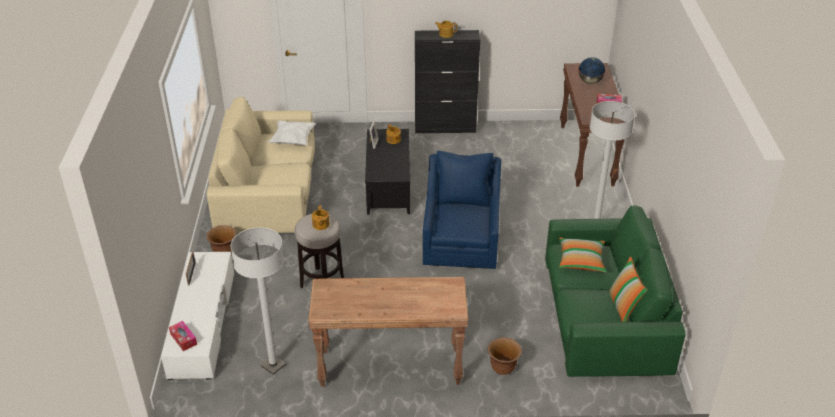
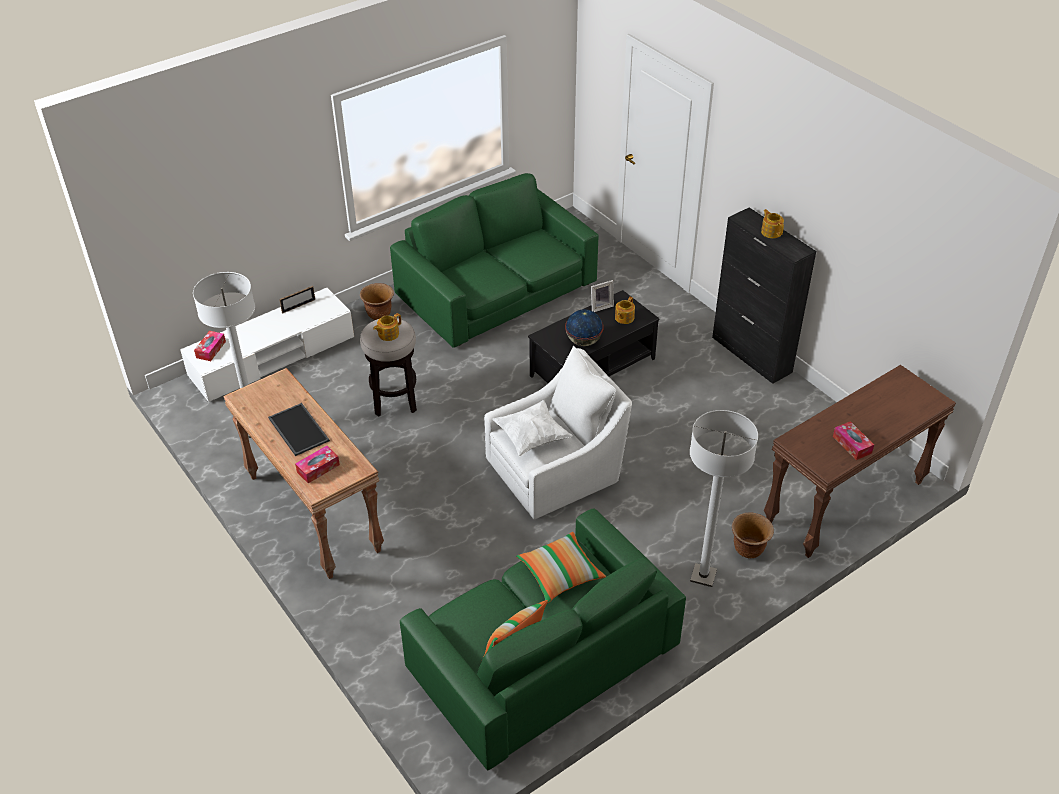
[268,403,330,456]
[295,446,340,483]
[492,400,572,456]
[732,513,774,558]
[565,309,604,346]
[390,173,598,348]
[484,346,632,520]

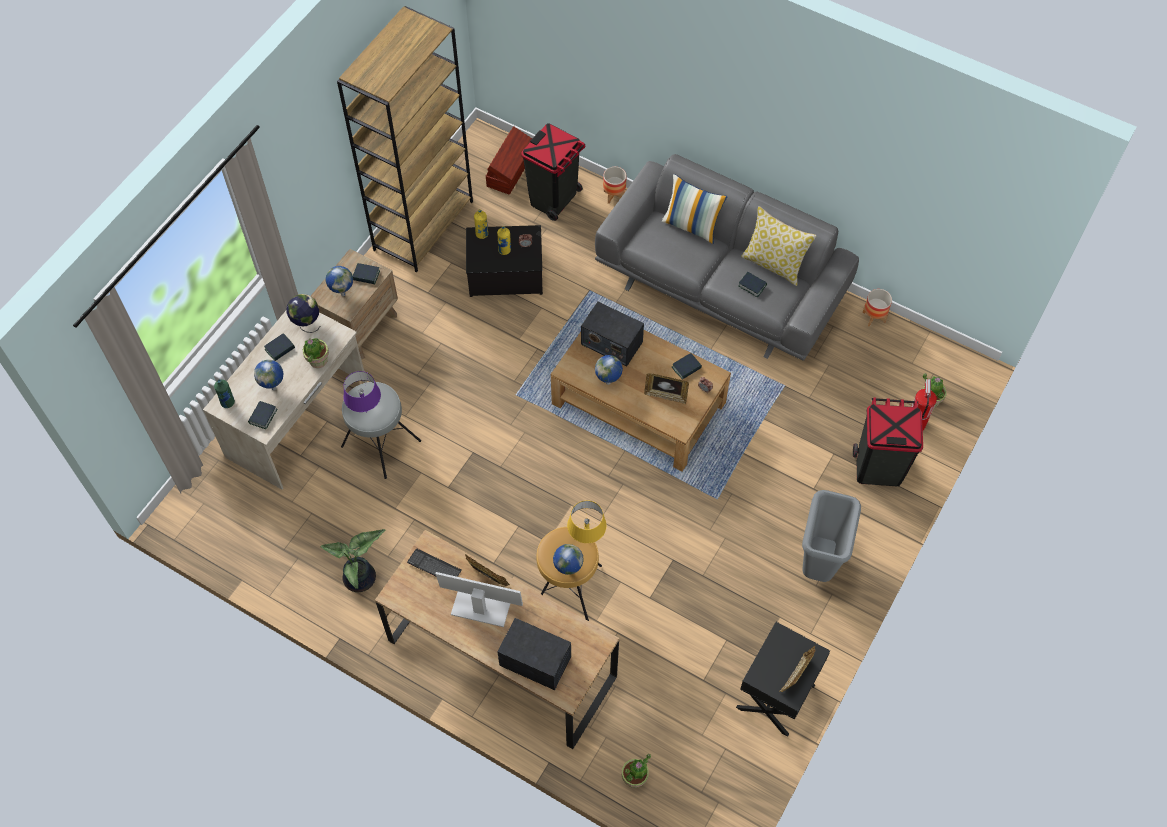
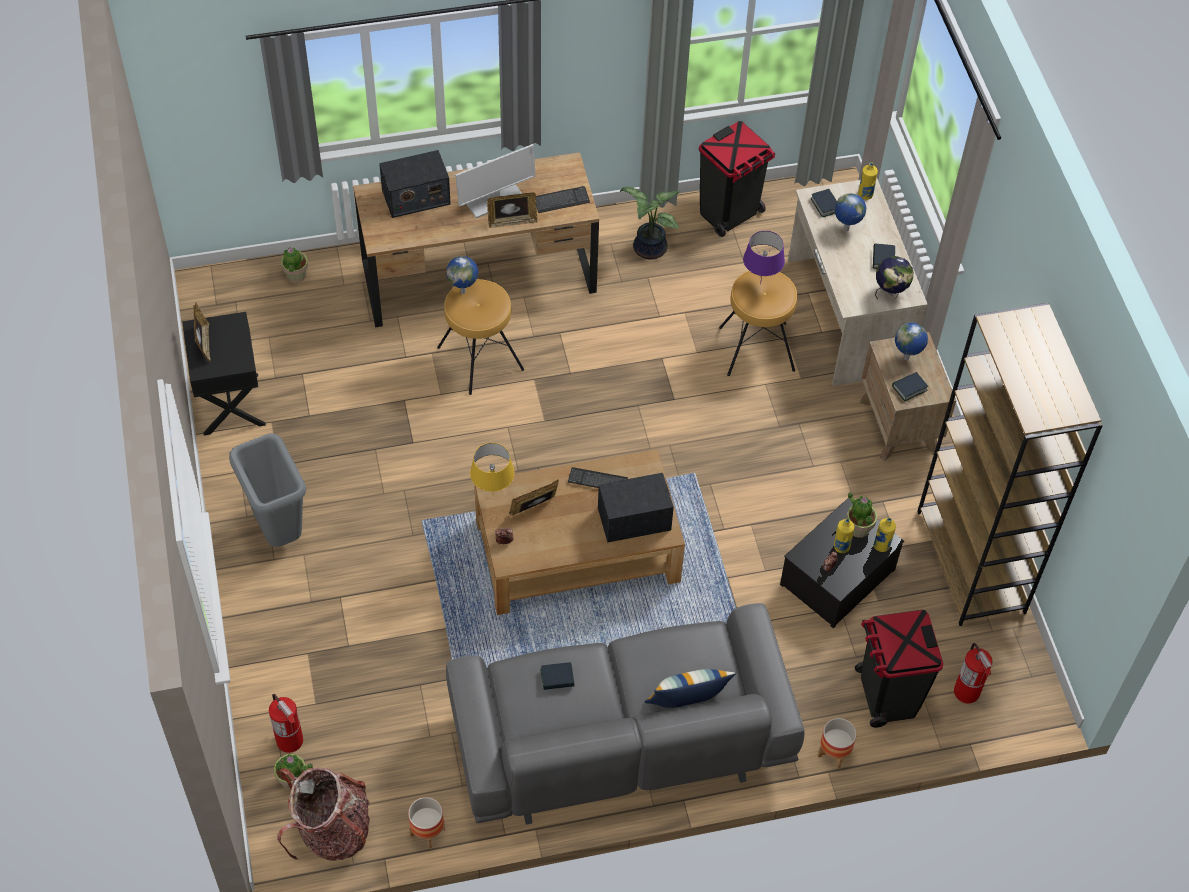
[672,353,702,380] (first image)
[741,206,817,286] (first image)
[277,767,370,861]
[846,492,877,538]
[470,443,515,492]
[699,121,775,237]
[954,643,993,703]
[568,467,628,488]
[858,162,878,200]
[719,271,797,376]

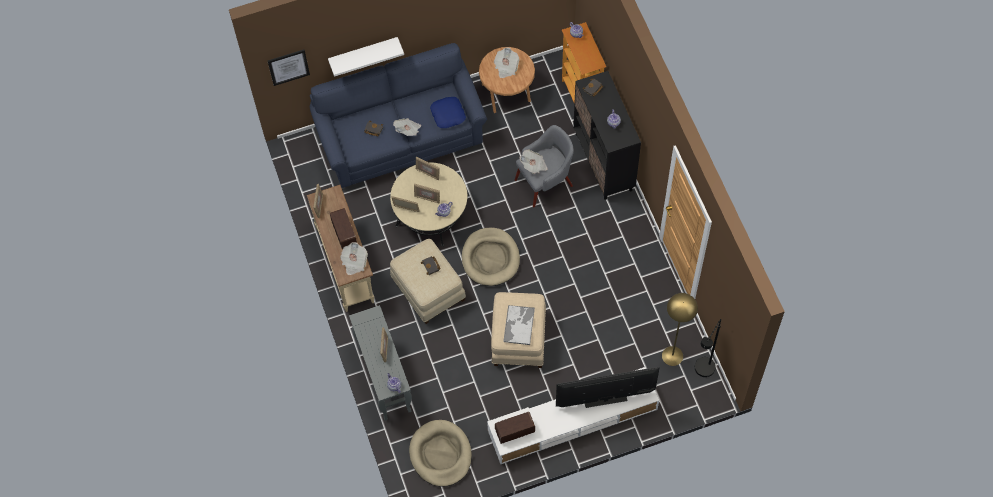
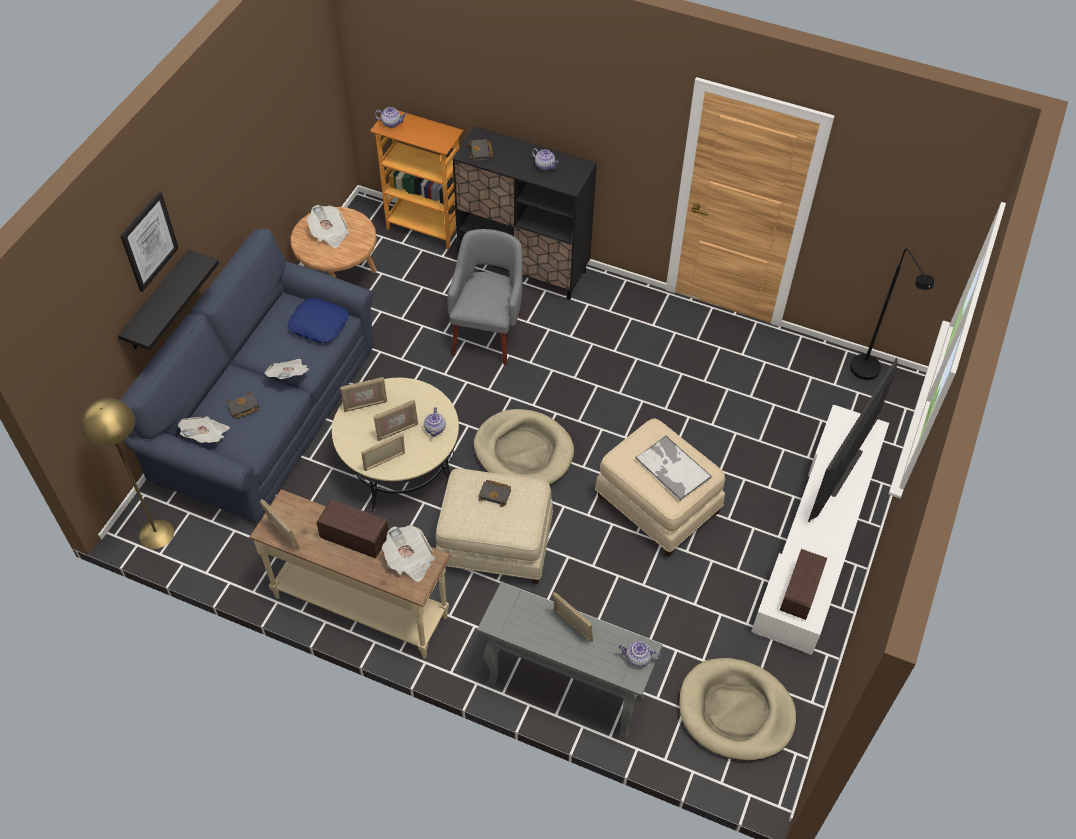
[120,192,179,292]
[178,416,230,443]
[80,398,174,549]
[118,250,219,350]

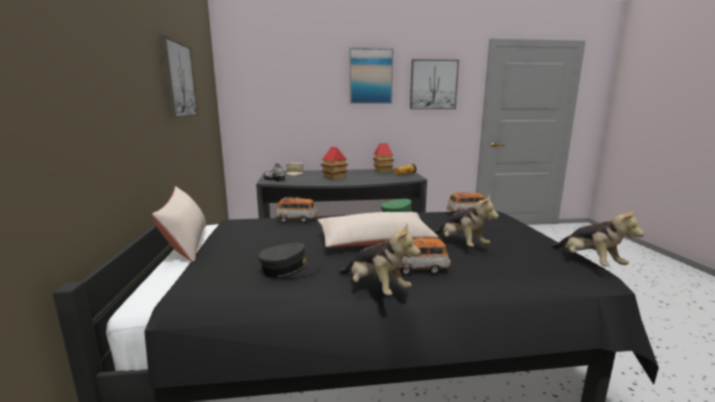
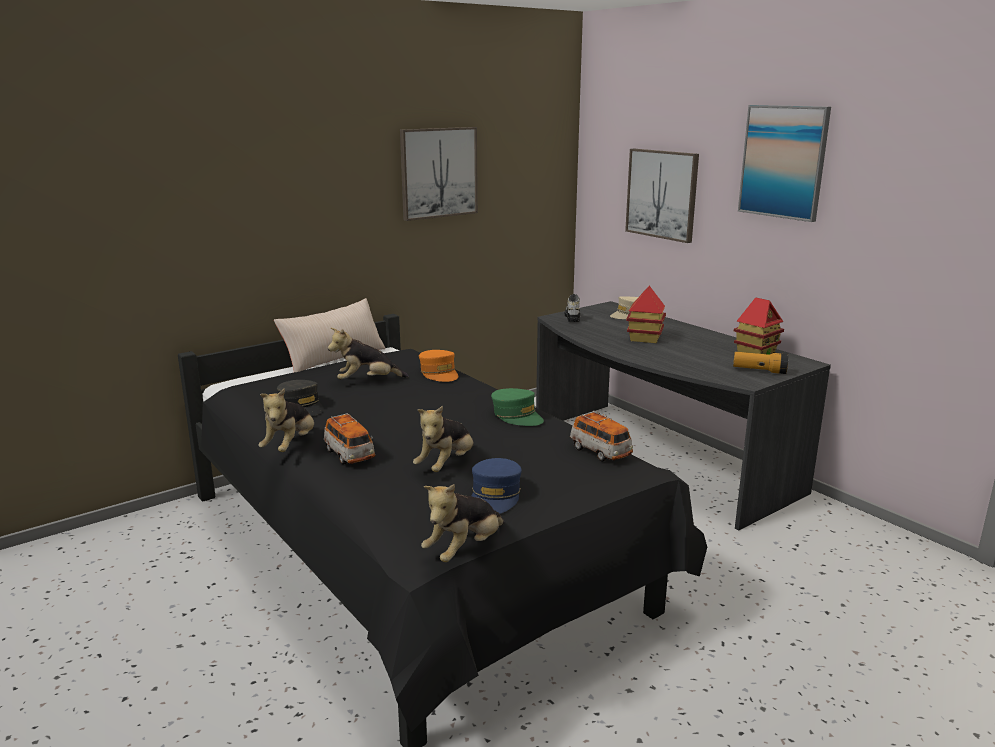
[318,212,439,248] (first image)
[328,328,409,379]
[472,458,522,514]
[625,149,699,243]
[419,350,458,382]

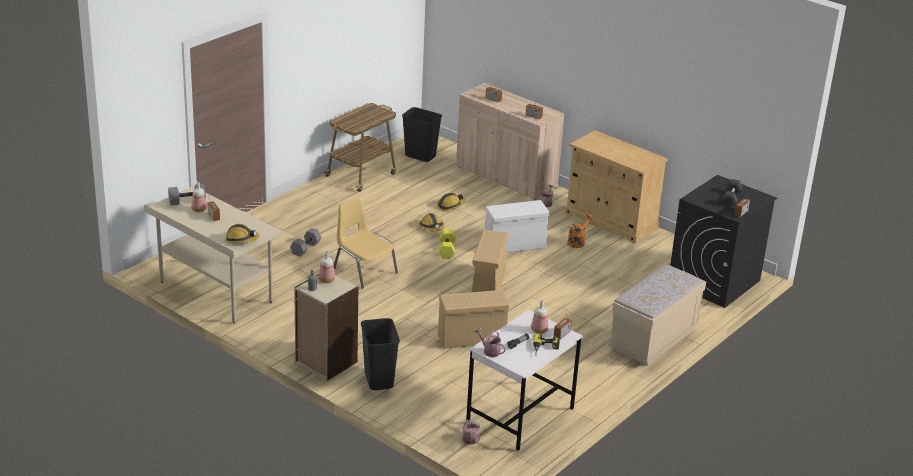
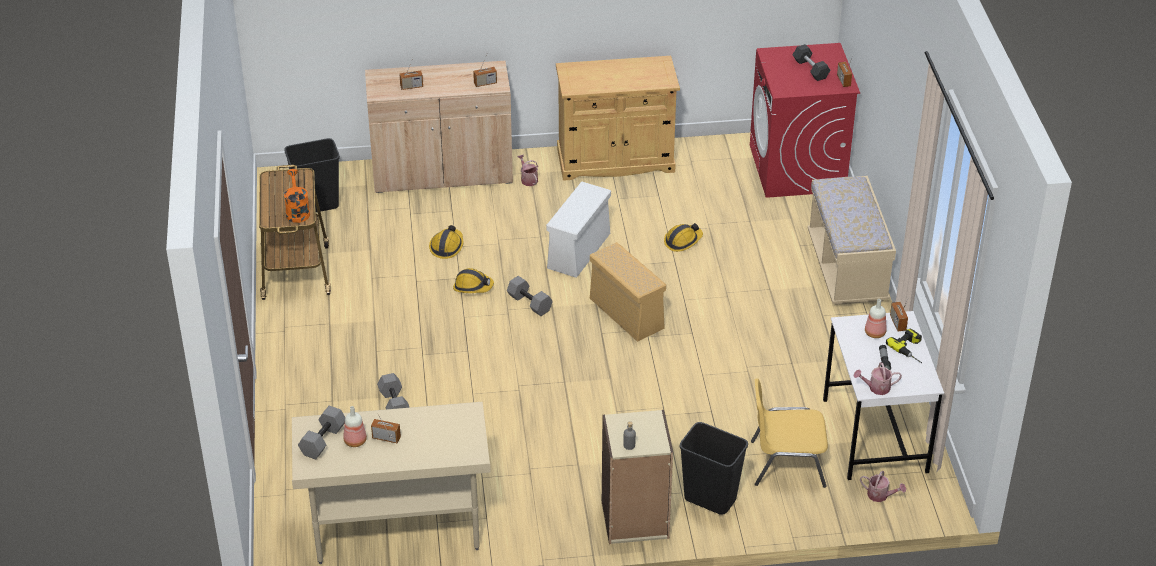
[318,251,335,283] (first image)
[438,290,510,349] (first image)
[664,223,703,252]
[751,378,828,488]
[284,169,310,223]
[507,276,553,316]
[750,43,860,198]

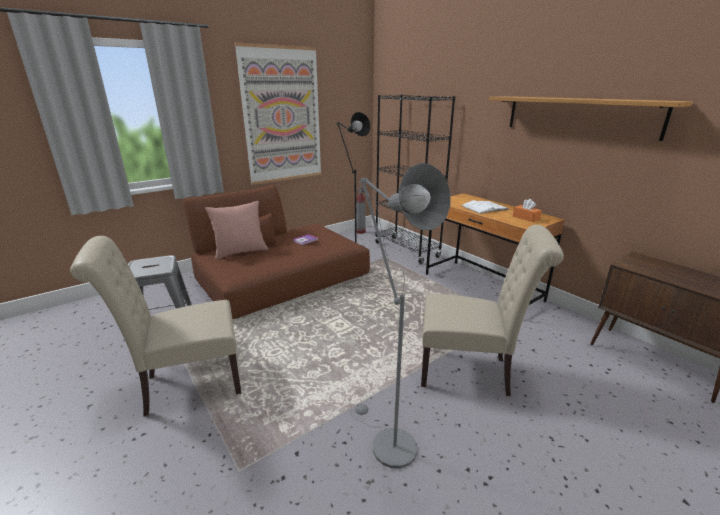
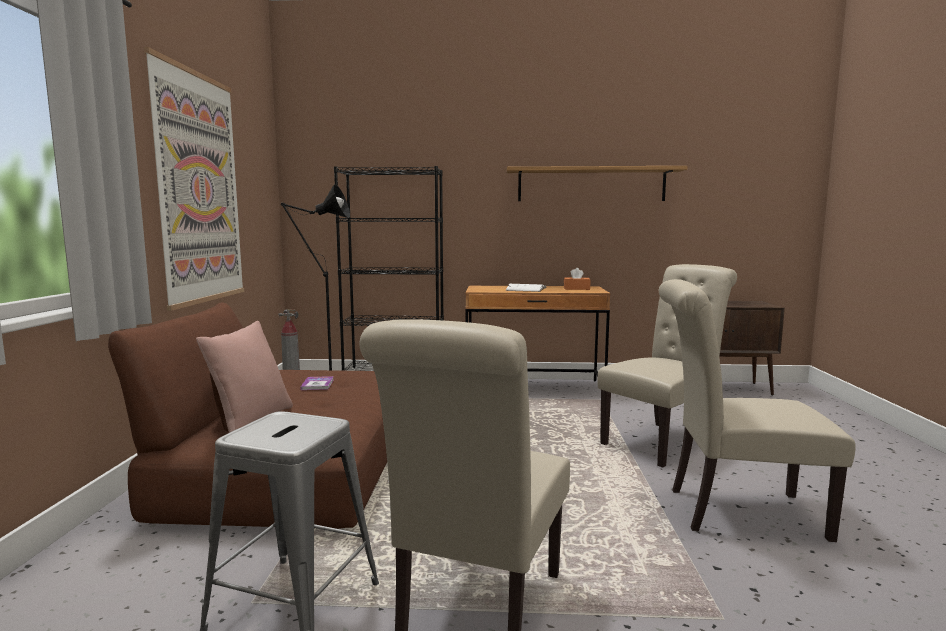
[659,279,856,542]

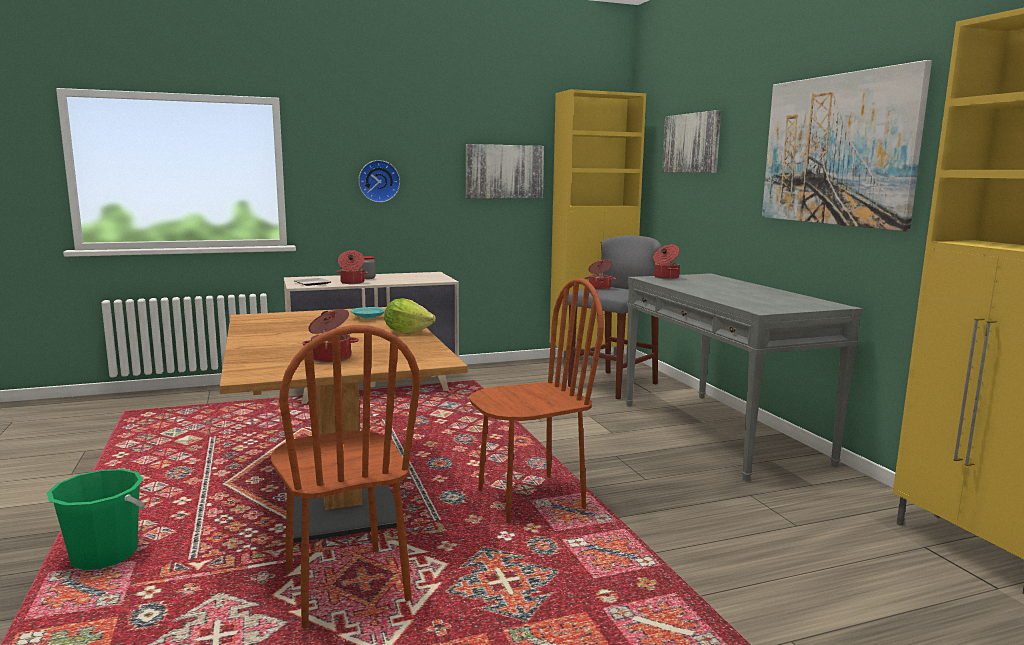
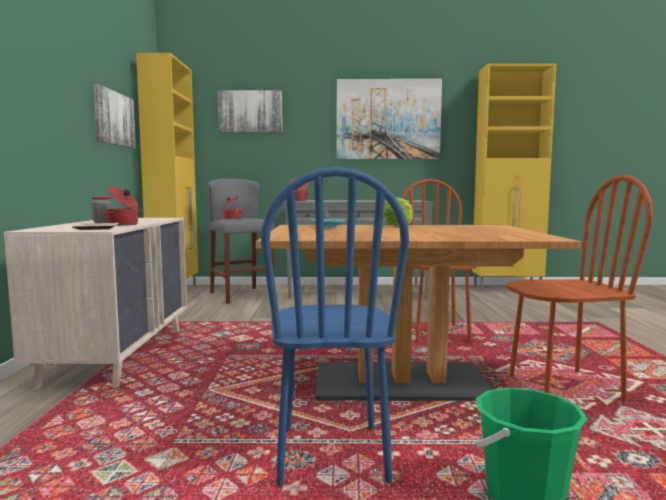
[302,309,359,363] (first image)
[358,160,400,203] (first image)
[261,167,409,486]

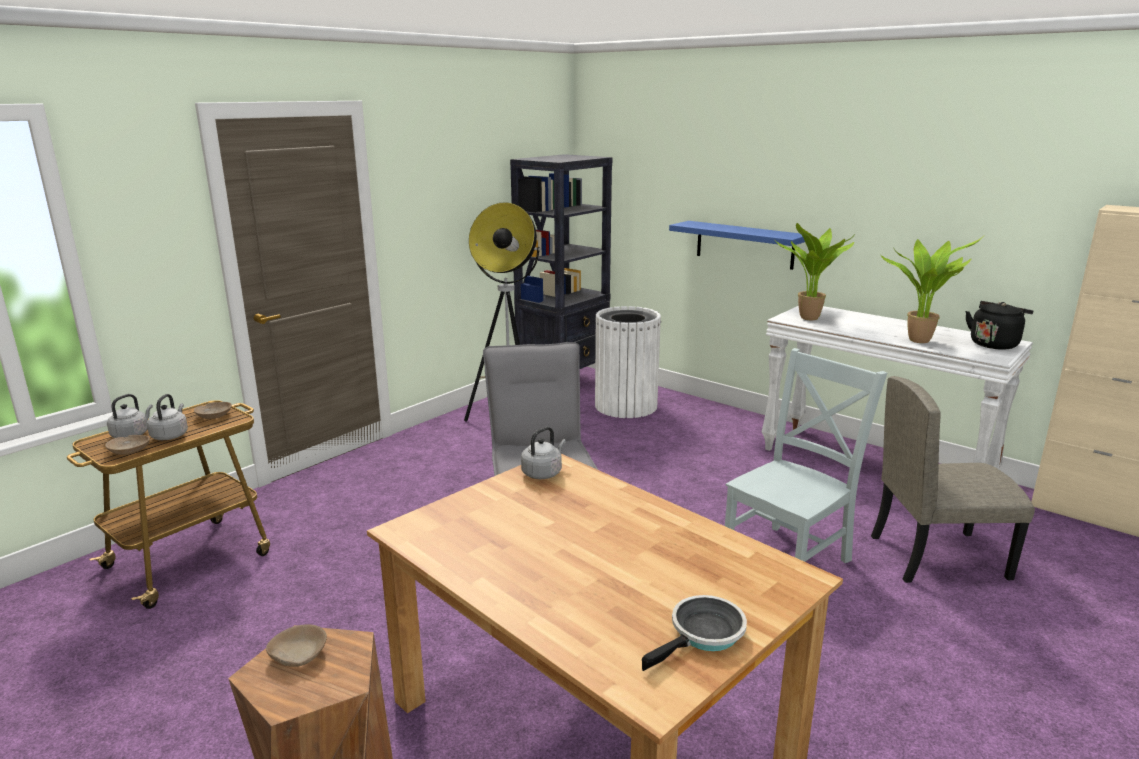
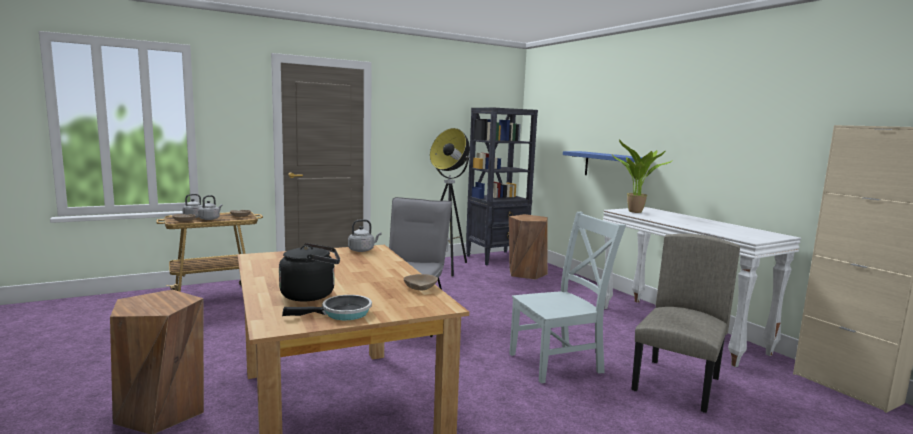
[881,235,985,343] (first image)
[404,274,438,290]
[279,243,340,301]
[509,214,548,280]
[631,234,740,413]

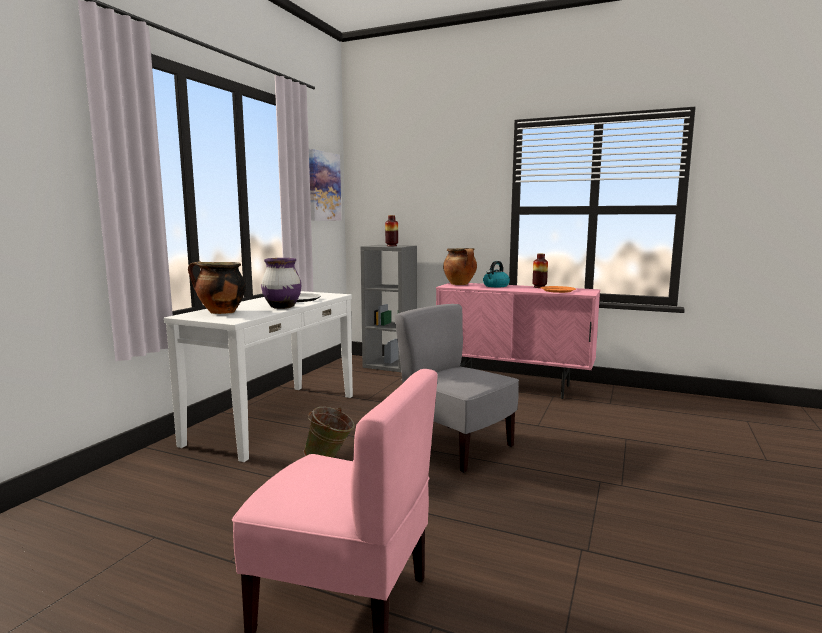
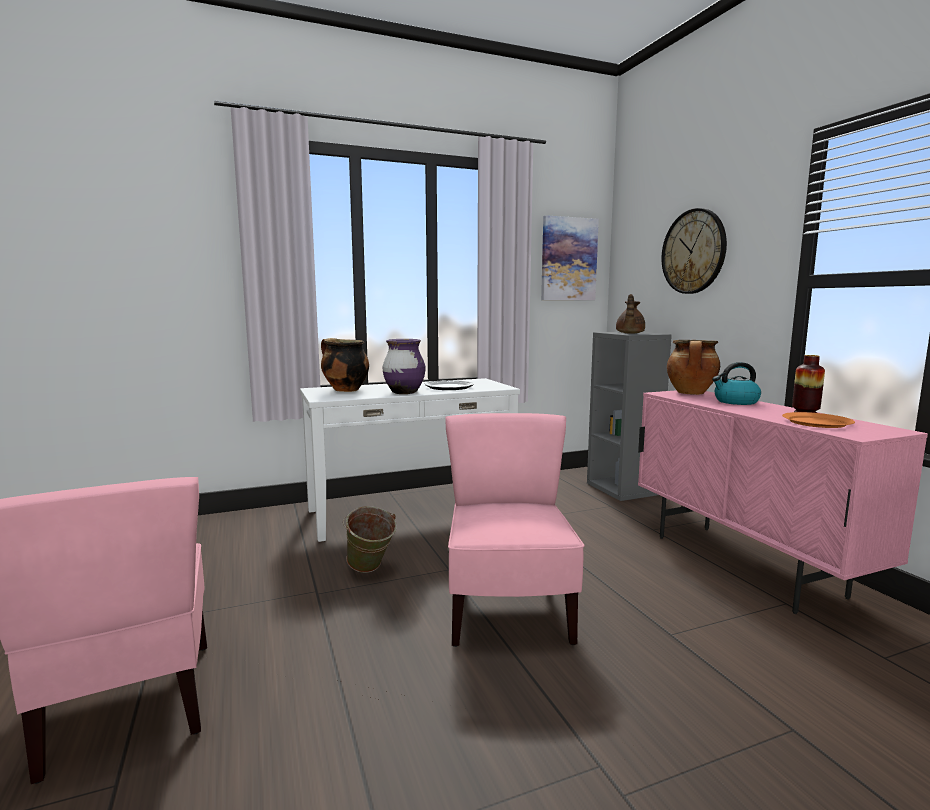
[662,208,727,294]
[616,294,645,334]
[445,413,584,647]

